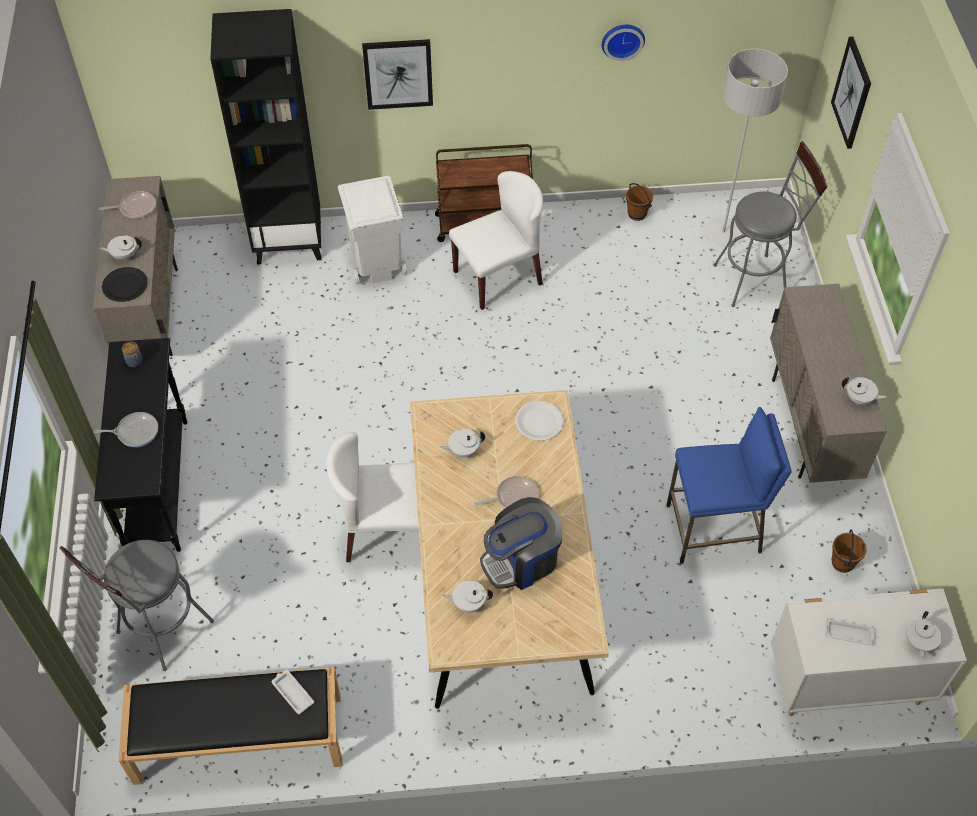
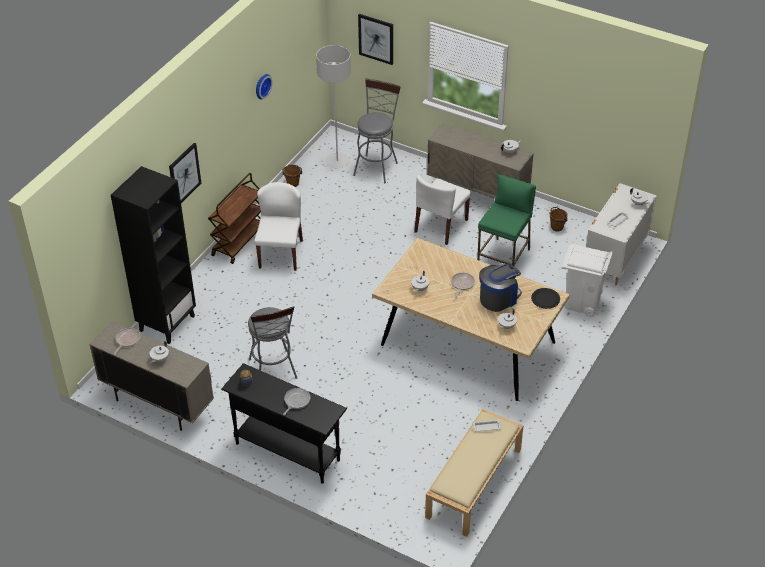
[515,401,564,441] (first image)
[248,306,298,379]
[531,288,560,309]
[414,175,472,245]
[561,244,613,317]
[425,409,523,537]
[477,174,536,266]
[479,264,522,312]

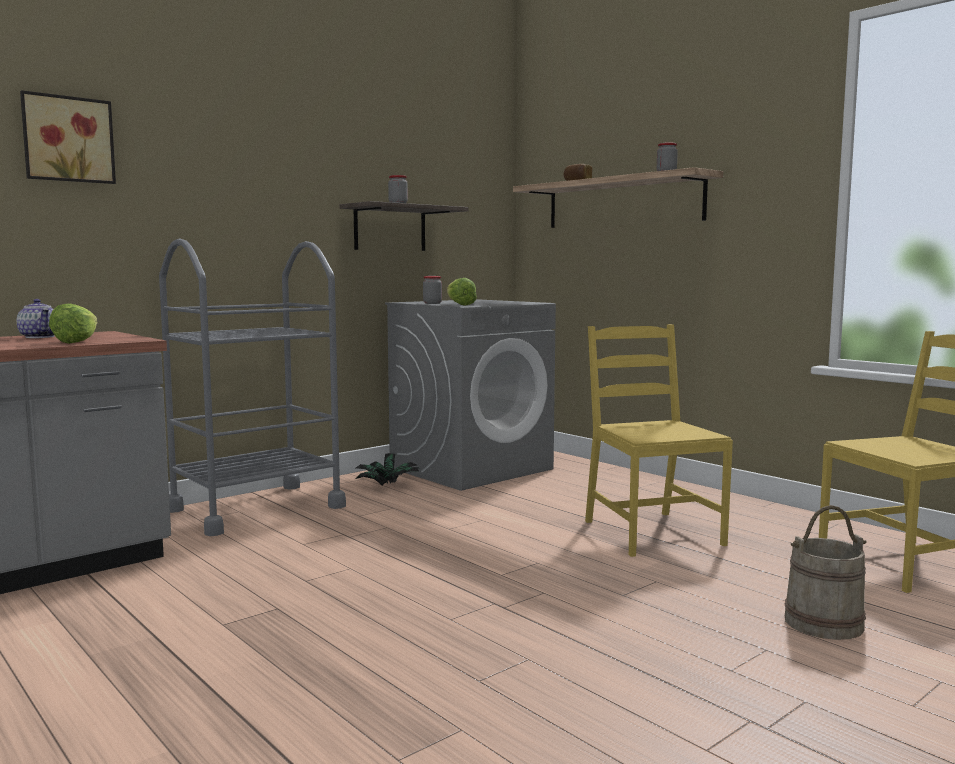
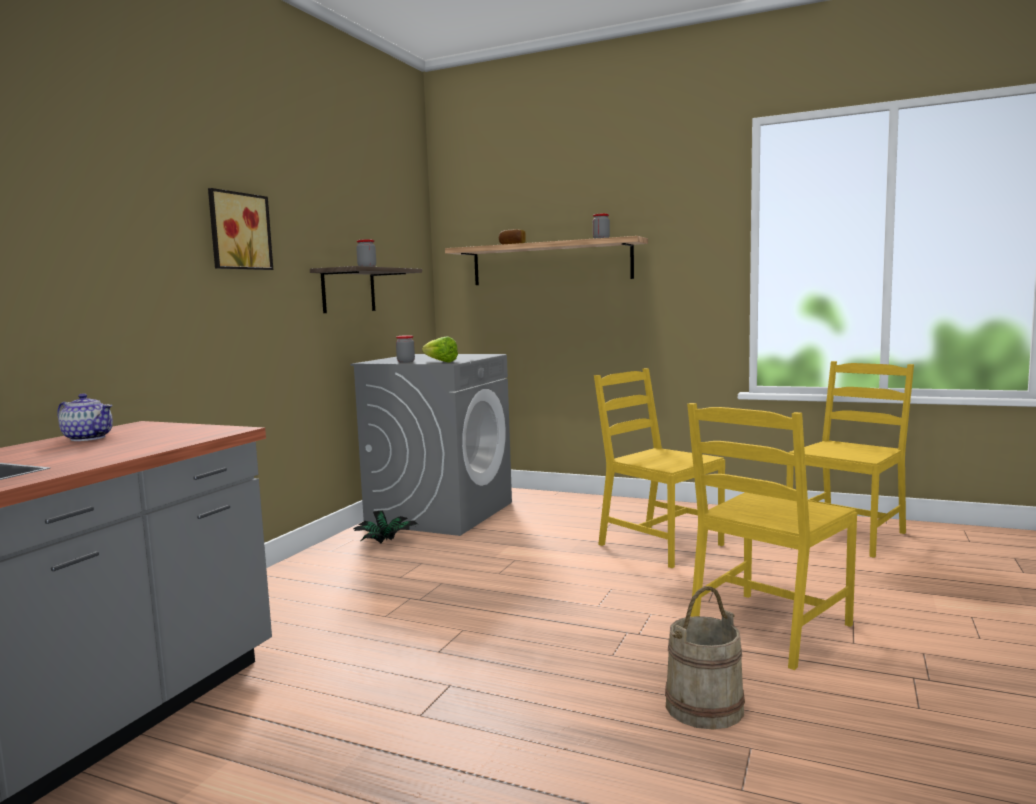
[49,303,98,344] (first image)
[159,238,346,536] (first image)
[687,403,857,670]
[208,188,273,270]
[665,586,745,730]

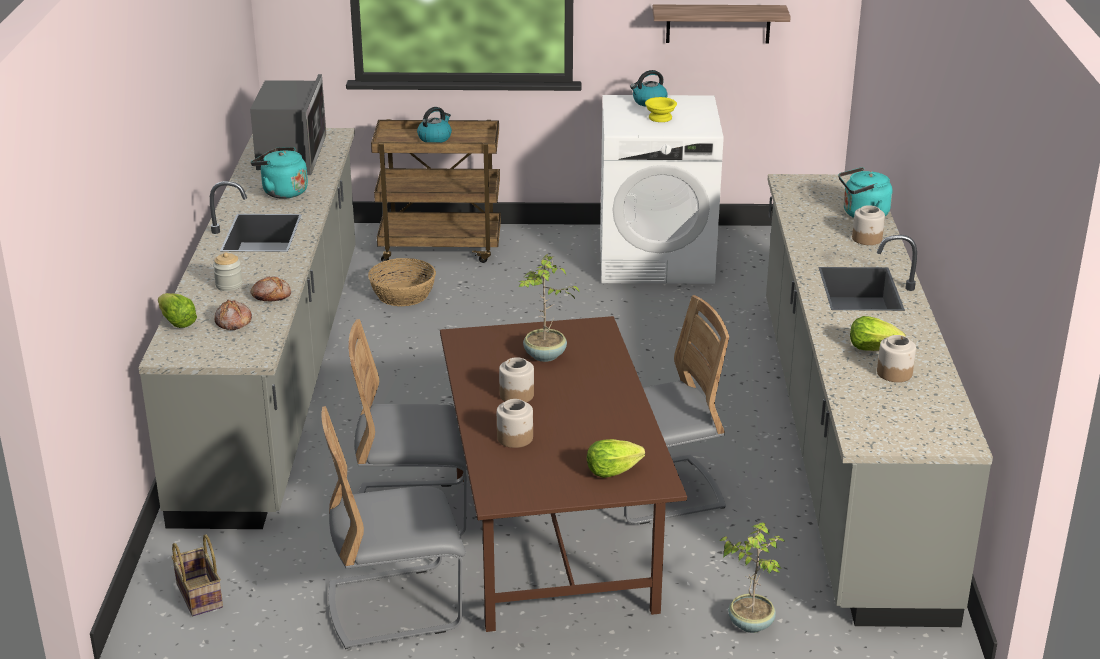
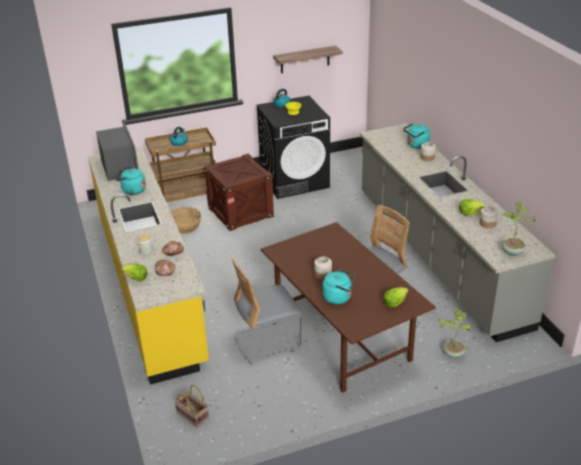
[321,406,466,649] (first image)
[204,153,274,231]
[502,201,538,256]
[322,269,356,304]
[88,146,209,385]
[256,96,330,199]

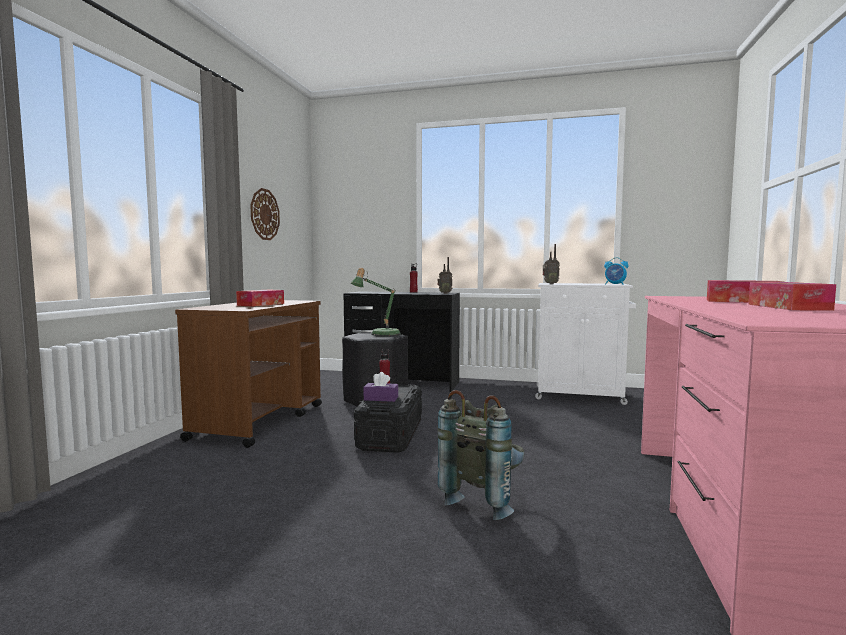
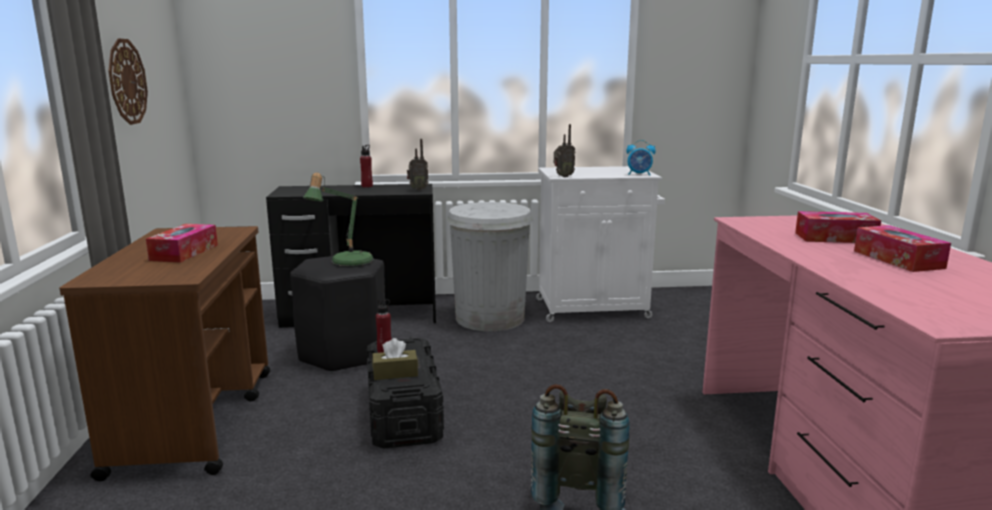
[446,202,533,331]
[372,338,418,380]

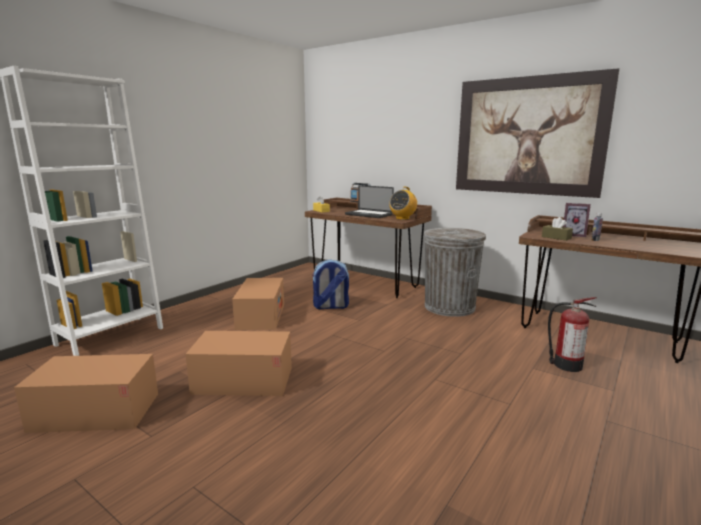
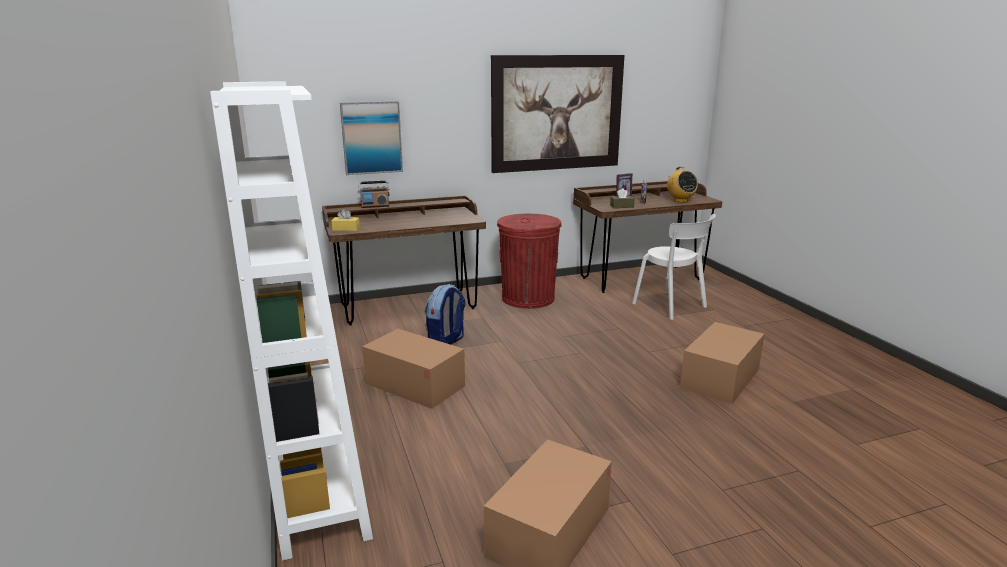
[345,185,394,218] (first image)
[340,101,403,175]
[680,322,764,404]
[667,167,698,202]
[632,214,716,320]
[497,214,562,309]

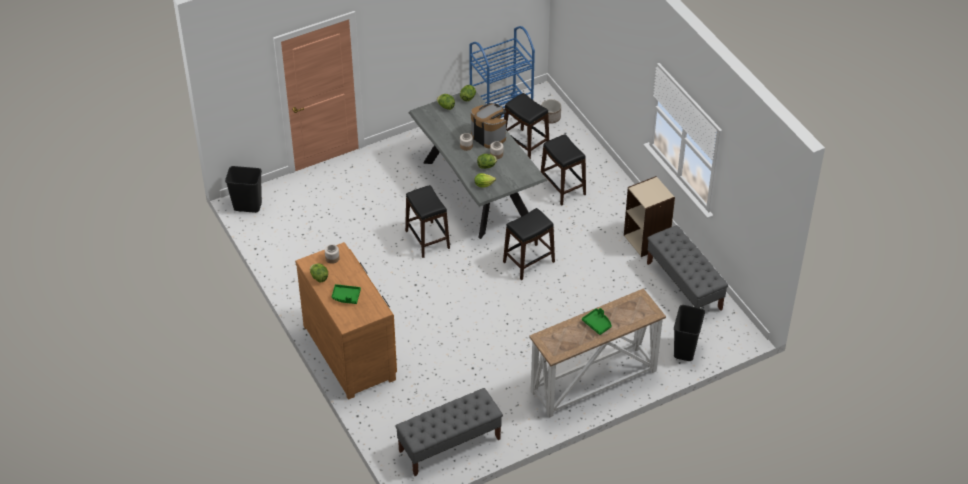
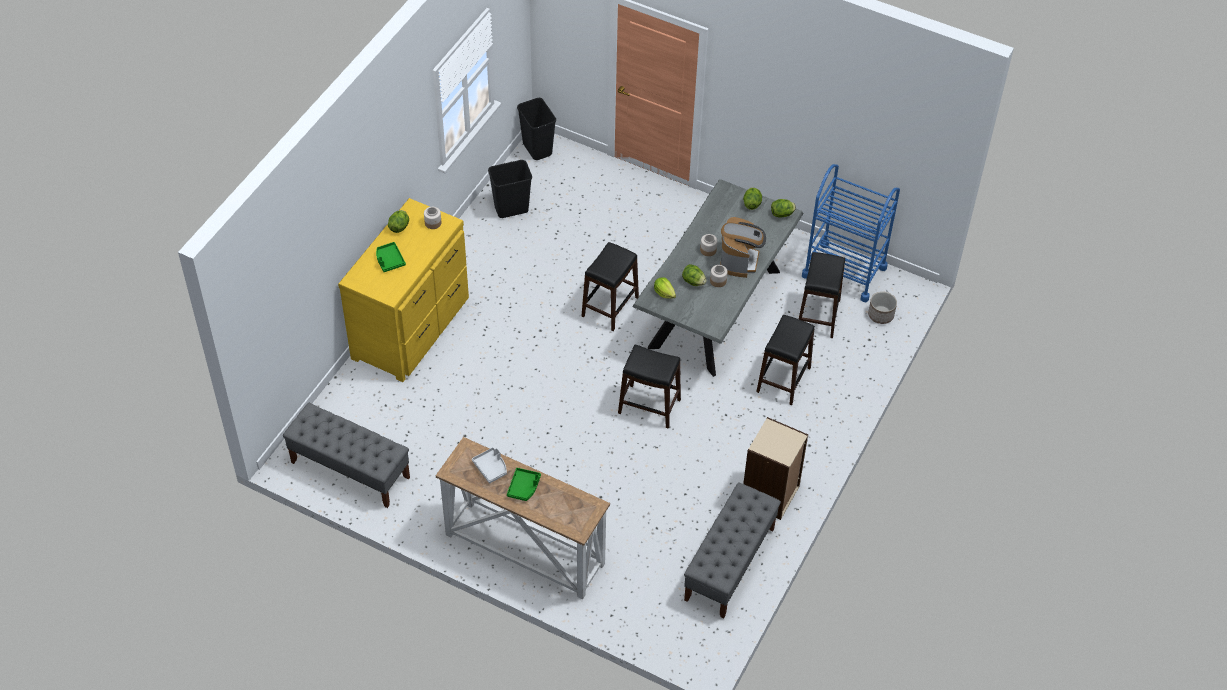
[472,447,507,483]
[488,160,532,218]
[338,198,469,382]

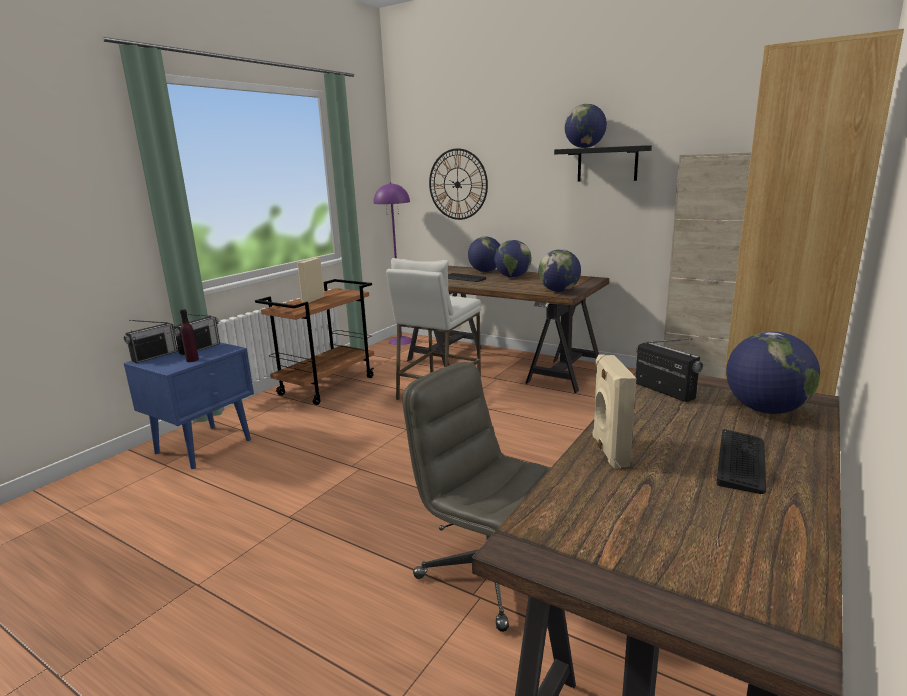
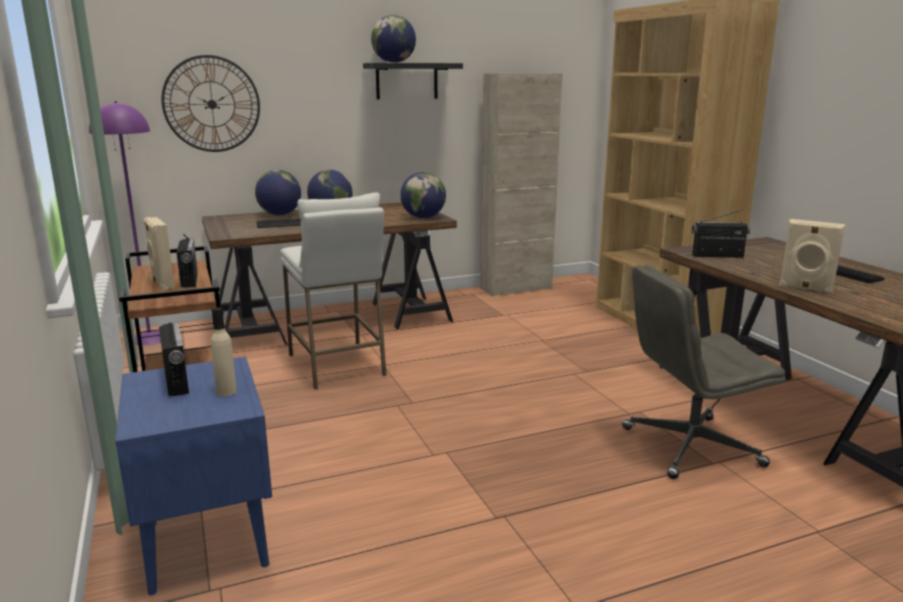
[726,331,820,414] (first image)
[176,234,198,288]
[211,307,237,396]

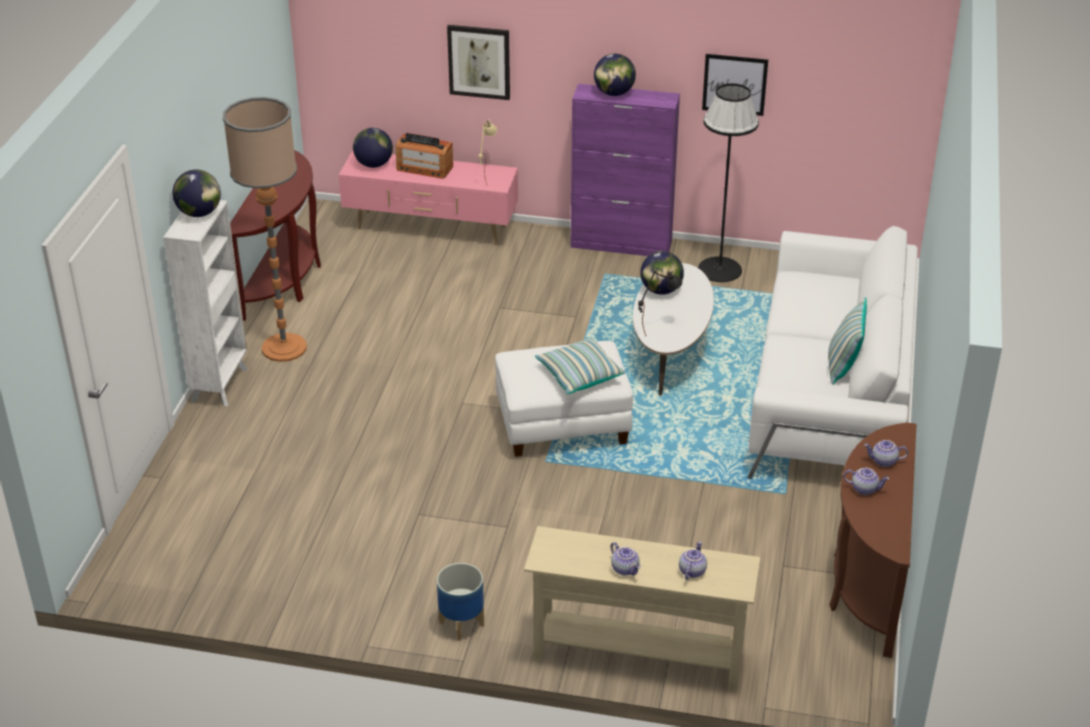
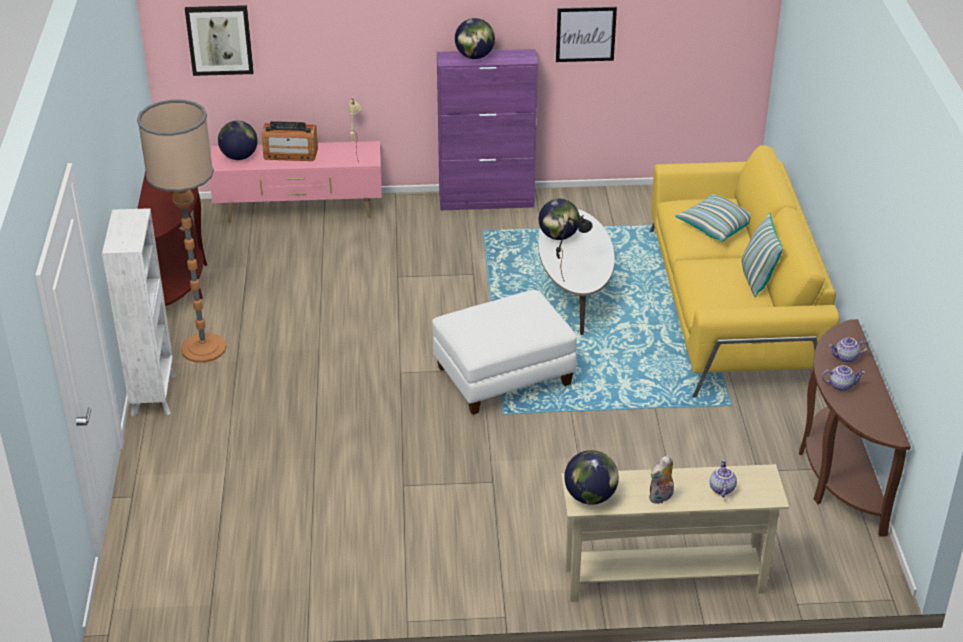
[437,563,484,641] (first image)
[698,83,759,282] (first image)
[564,450,619,505]
[185,5,254,76]
[675,194,750,242]
[649,455,674,505]
[650,145,840,397]

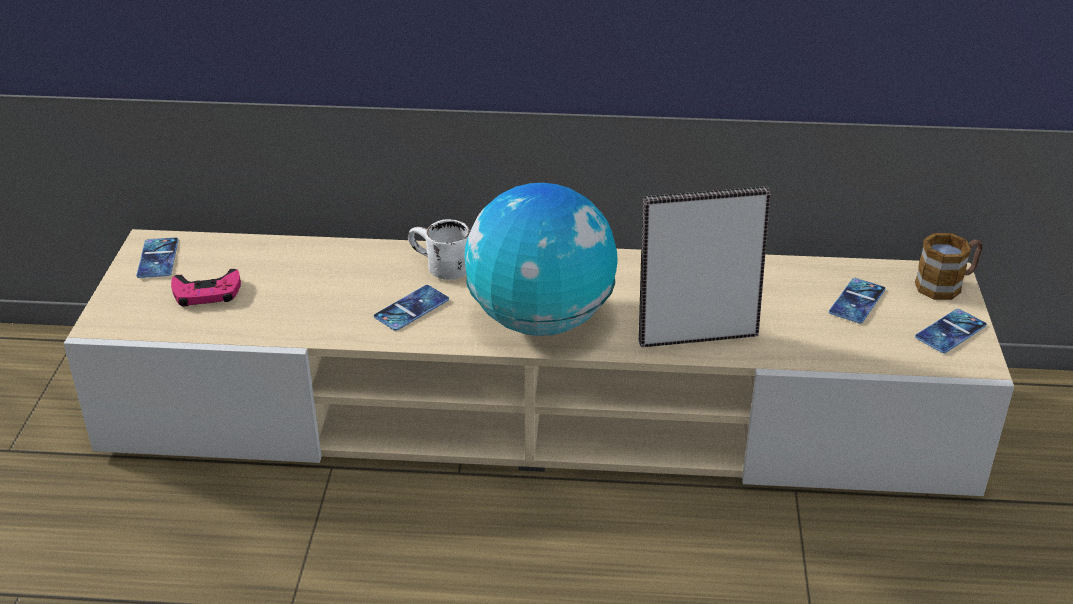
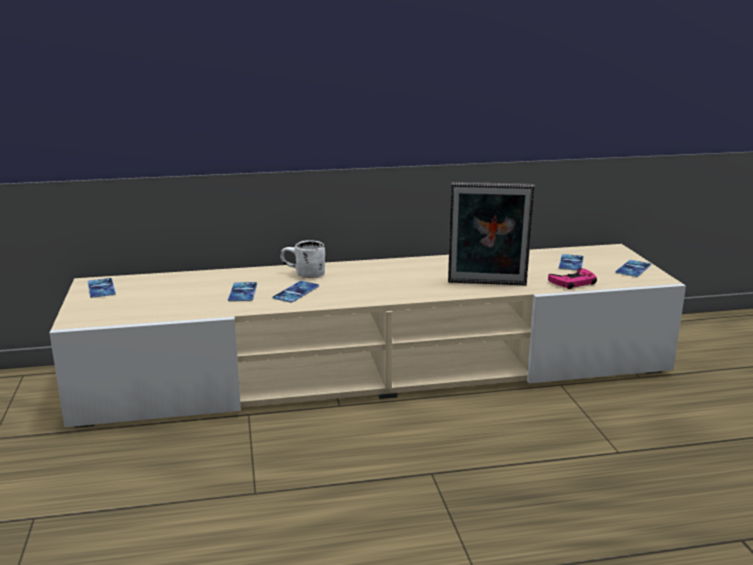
[465,183,618,336] (first image)
[915,233,983,300] (first image)
[228,282,257,301]
[548,268,597,289]
[448,182,535,286]

